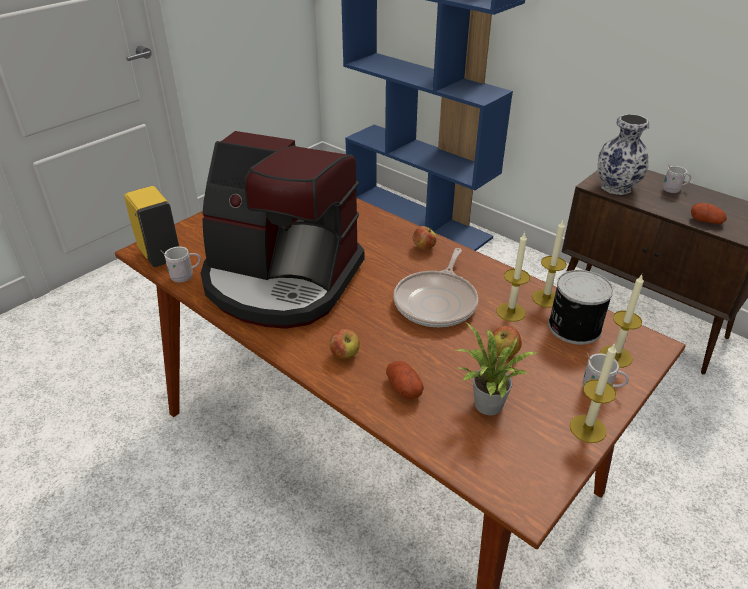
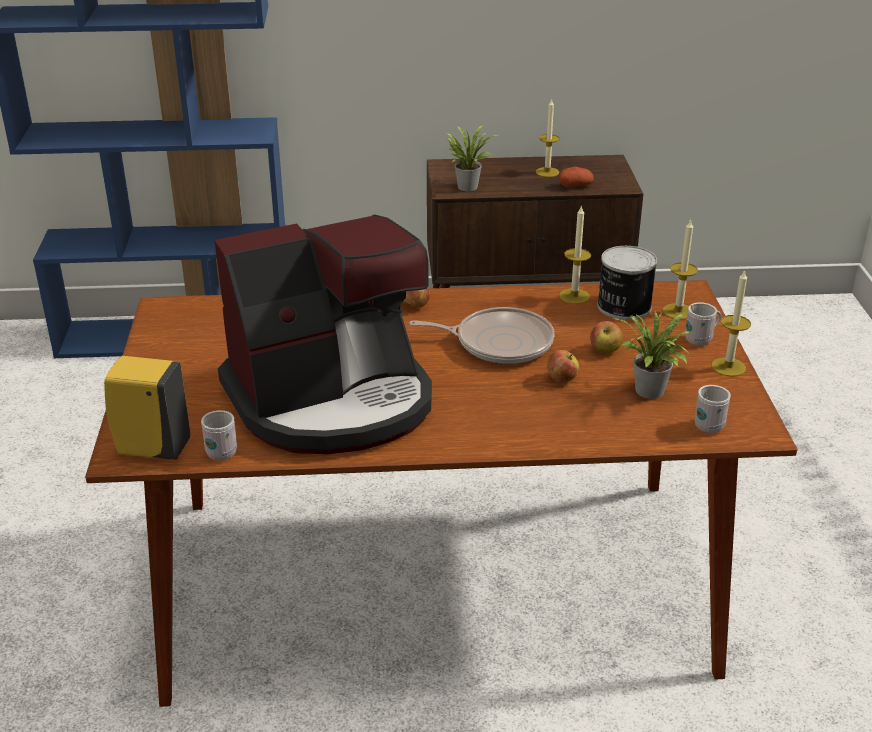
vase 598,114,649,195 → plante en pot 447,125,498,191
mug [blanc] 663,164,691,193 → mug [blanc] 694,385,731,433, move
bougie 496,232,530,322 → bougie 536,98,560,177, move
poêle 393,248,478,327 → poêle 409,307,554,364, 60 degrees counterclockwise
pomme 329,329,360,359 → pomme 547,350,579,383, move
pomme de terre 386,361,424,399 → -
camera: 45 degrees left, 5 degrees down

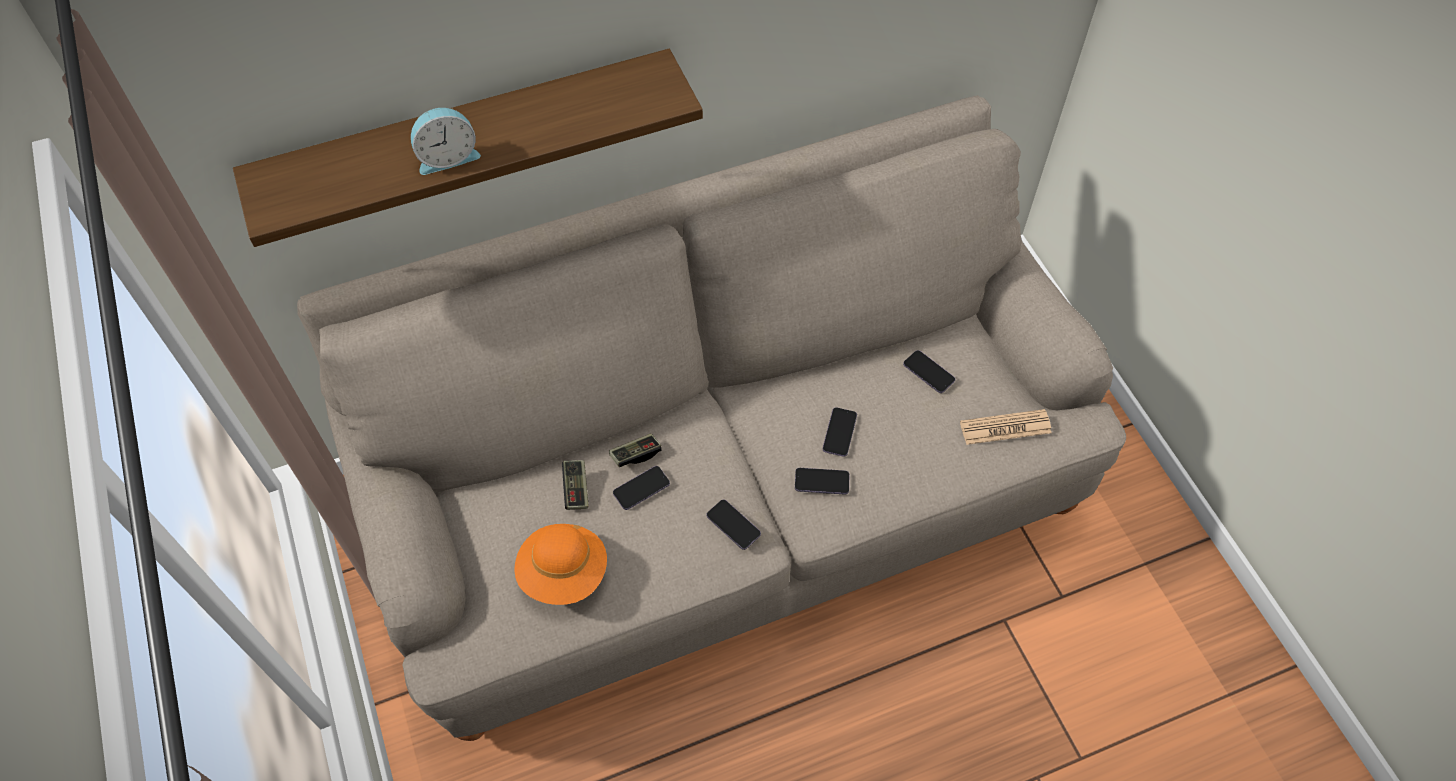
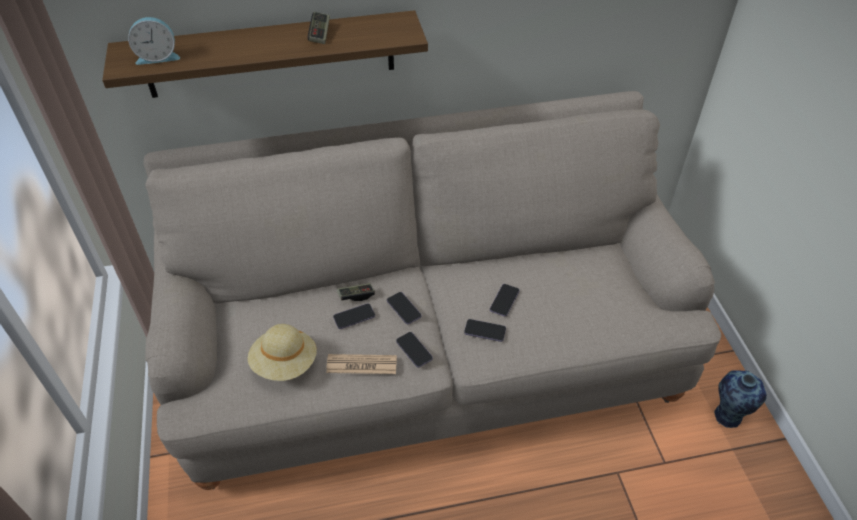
réveil 411,108,481,175 → réveil 128,17,180,65, move
téléphone 903,350,955,393 → téléphone 387,292,422,324, move
journal 960,409,1051,445 → journal 326,354,397,374, move
manette 562,460,589,510 → manette 308,12,330,44, move
chapeau [orange] 514,524,607,605 → chapeau [beige] 247,324,317,381
- → vase 714,370,767,428
camera: 10 degrees right, 10 degrees down

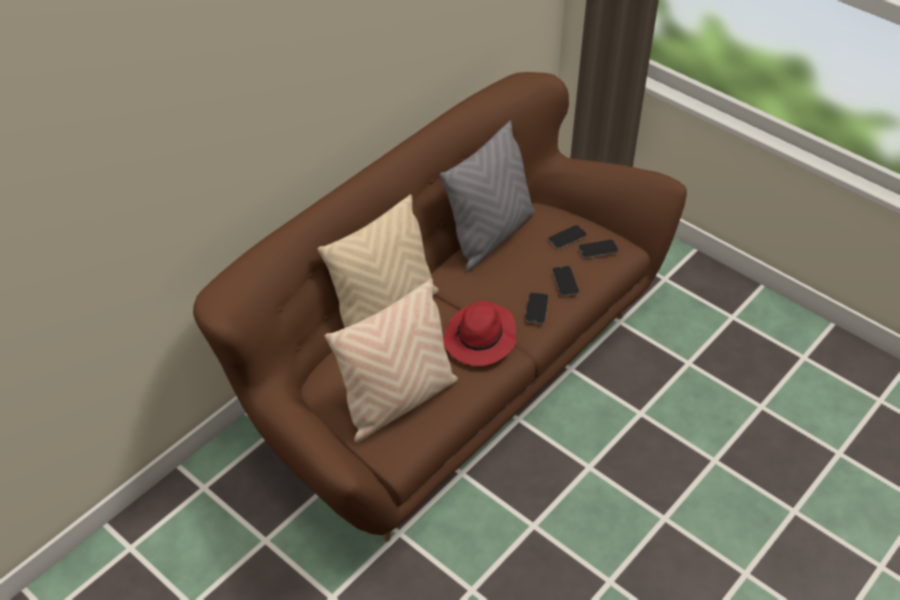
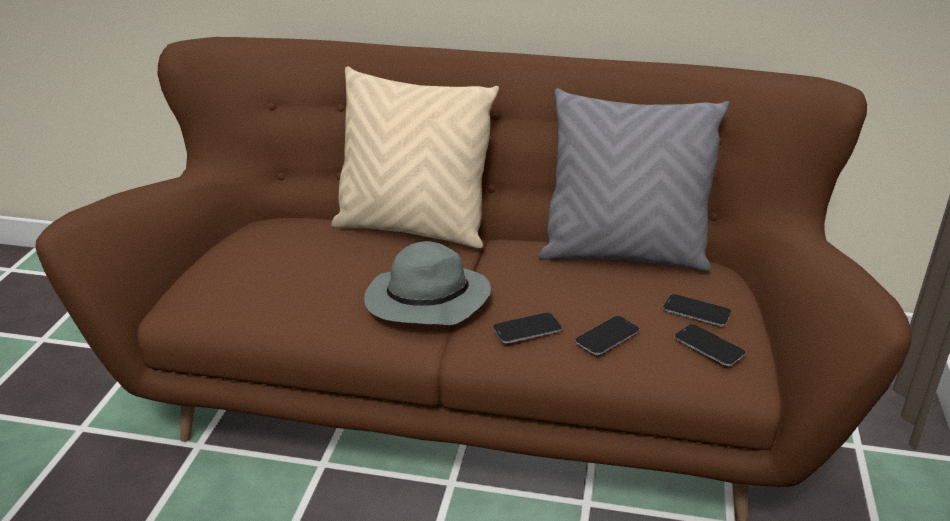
coussin [beige] 325,279,458,442 → -
chapeau [rouge] 443,301,517,366 → chapeau [gris] 364,241,491,325
camera: 60 degrees right, 15 degrees down

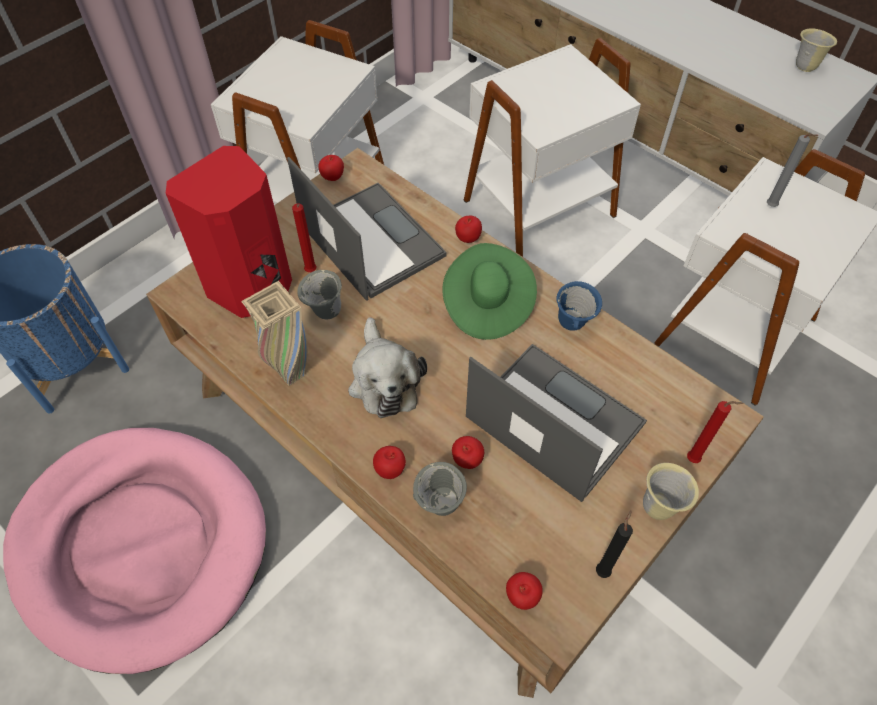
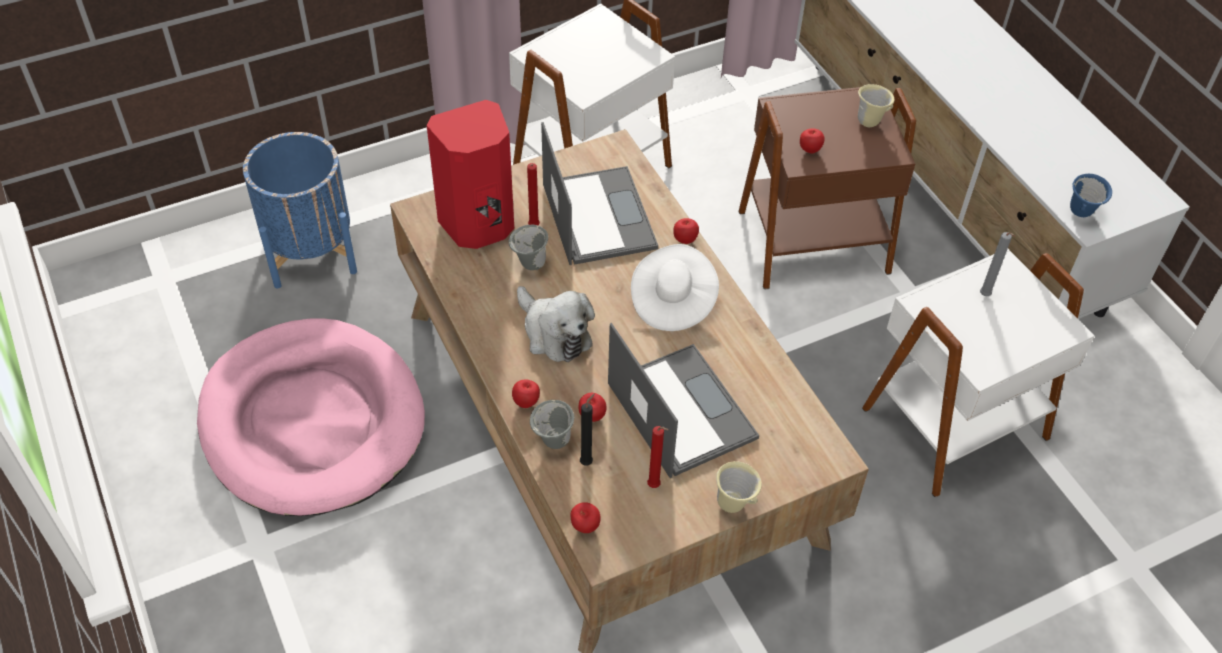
mug [beige] 796,29,837,72 → mug [beige] 858,84,894,127, move
table d'appoint [blanc] 464,38,641,257 → table d'appoint [marron] 738,87,916,289
pomme 319,155,344,181 → pomme 800,128,825,154, move
chapeau [vert] 442,243,537,340 → chapeau [blanc] 631,244,719,331
vase [beige] 241,281,307,386 → -
mug [bleu] 556,281,602,331 → mug [bleu] 1070,174,1112,217, move
peluche 348,317,427,418 → peluche 517,286,595,362, 45 degrees counterclockwise
bougie [rouge] 687,401,743,463 → bougie [rouge] 647,426,669,488, move
bougie [noir] 596,510,633,578 → bougie [noir] 580,393,595,465, move
camera: 20 degrees right, 5 degrees down

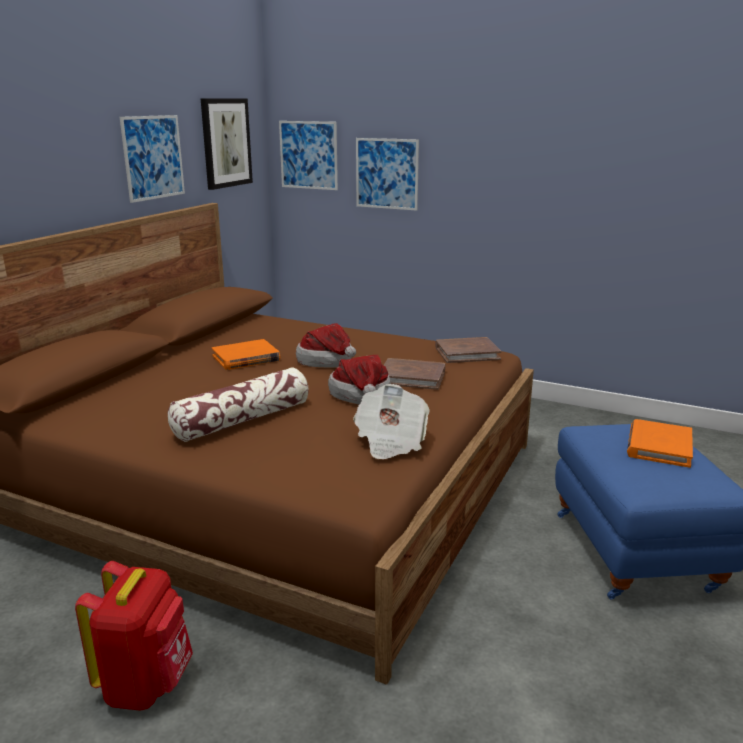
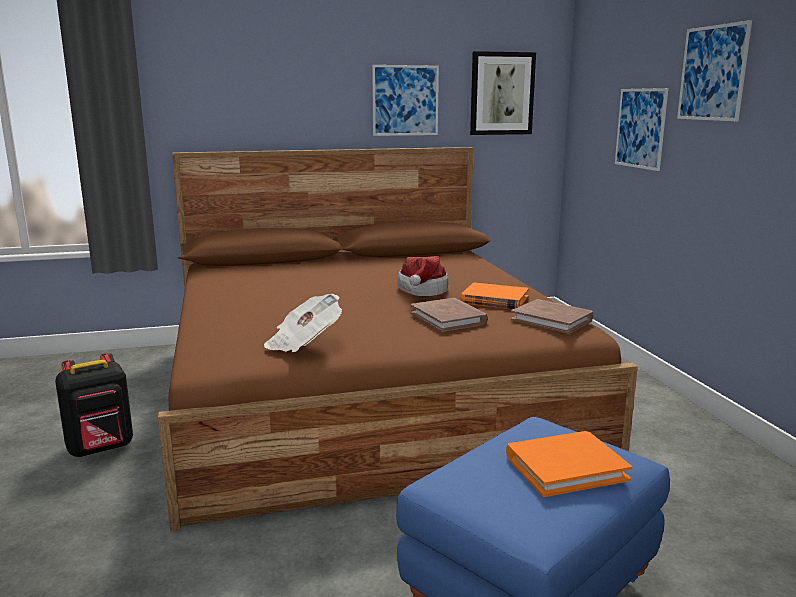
tableau 279,121,338,190 → tableau 677,20,752,121, move
livre [orange] 212,339,280,370 → livre [orange] 461,282,529,309, move
chapeau 328,355,391,405 → -
coussin 168,367,309,442 → -
sac à dos [rouge] 75,561,193,711 → sac à dos [noir] 55,353,133,457
camera: 50 degrees right, 5 degrees down

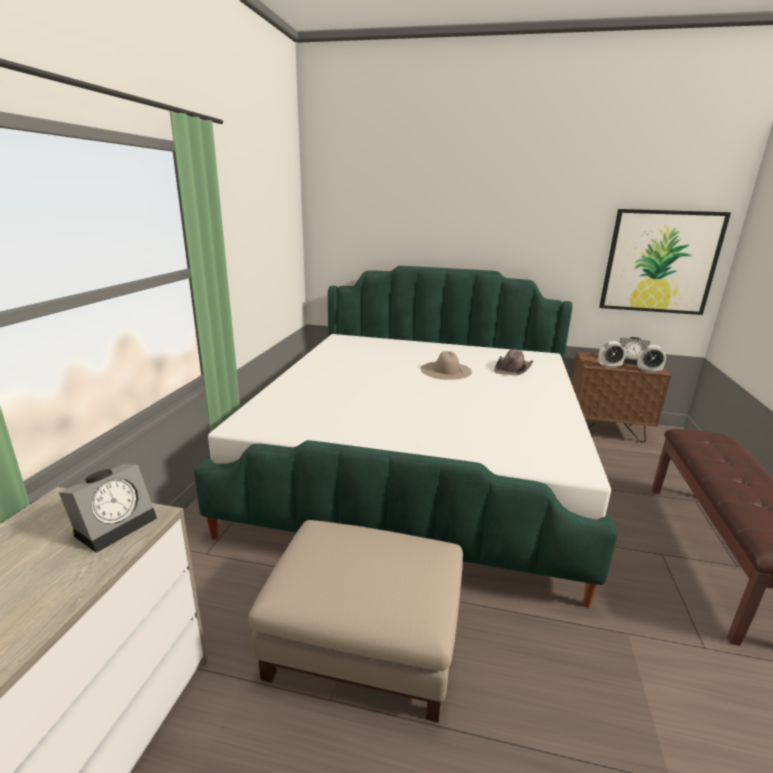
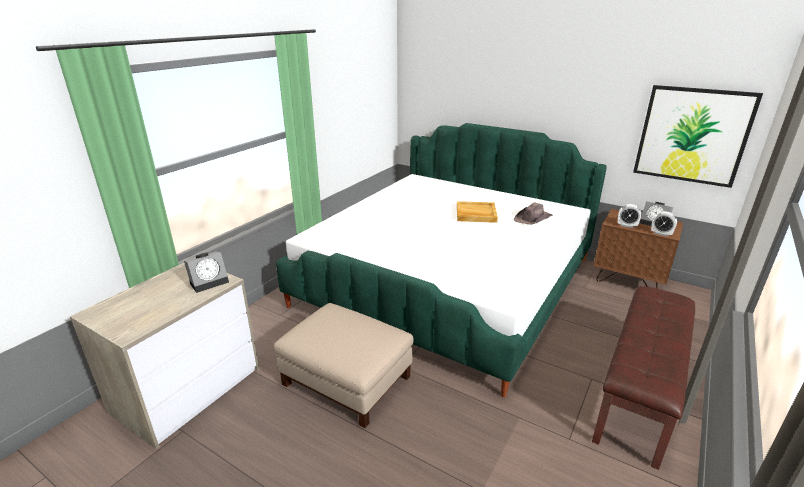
chapeau [beige] 421,351,472,380 → plateau [beige] 457,201,498,223
camera: 20 degrees right, 5 degrees up

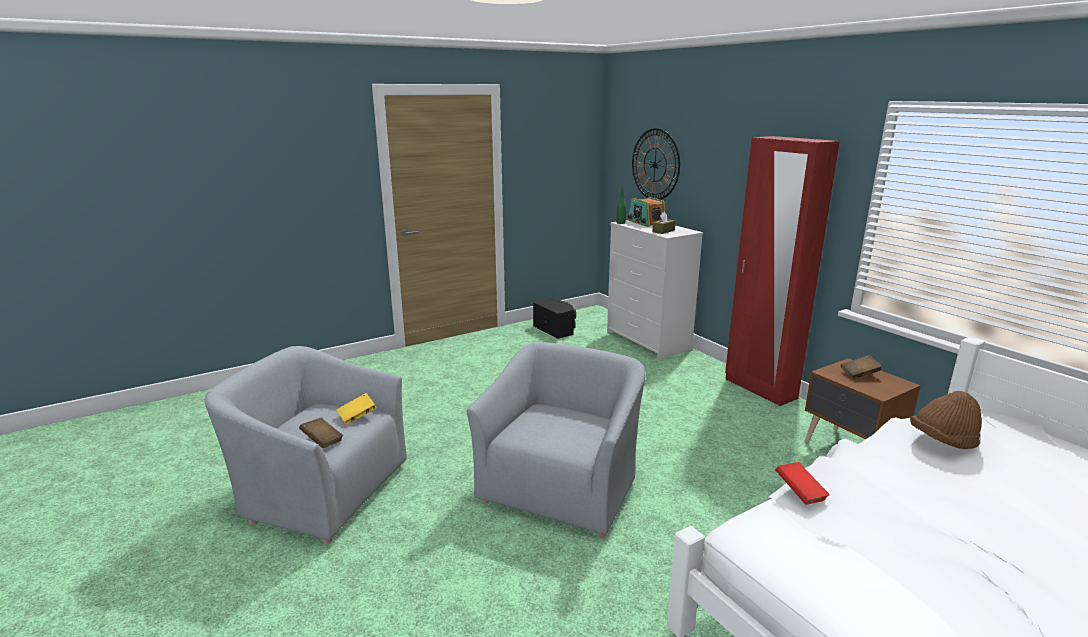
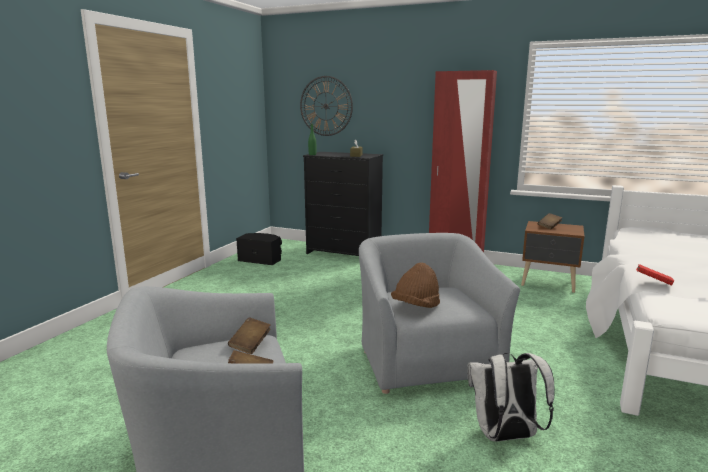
radio 628,197,665,227 → -
commode [blanc] 607,220,703,360 → commode [noir] 303,152,383,256
chapeau [marron] 910,391,982,449 → chapeau [marron] 391,263,440,308, move
livre [jaune] 336,393,376,425 → livre [marron] 228,317,271,354
- → sac à dos [blanc] 467,353,555,442
camera: 35 degrees left, 5 degrees down

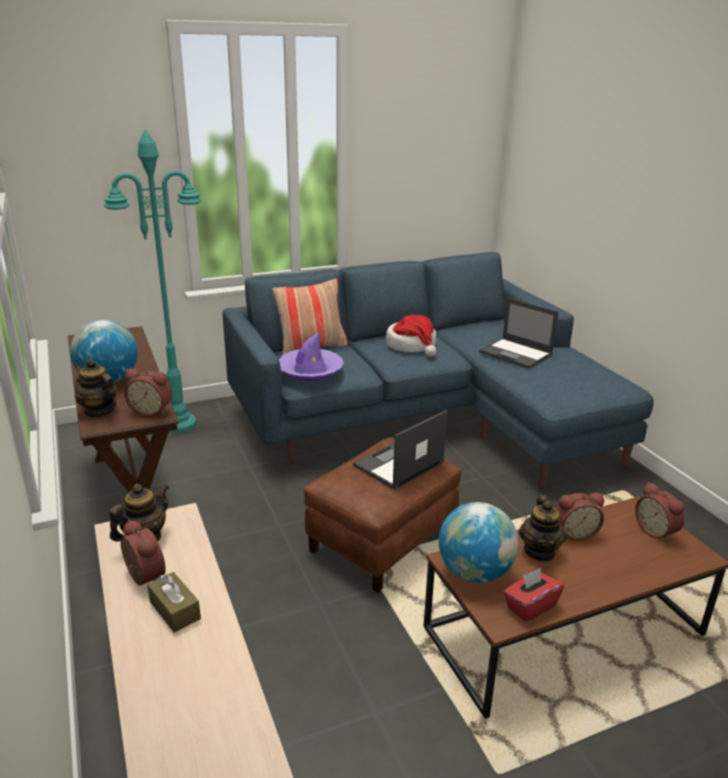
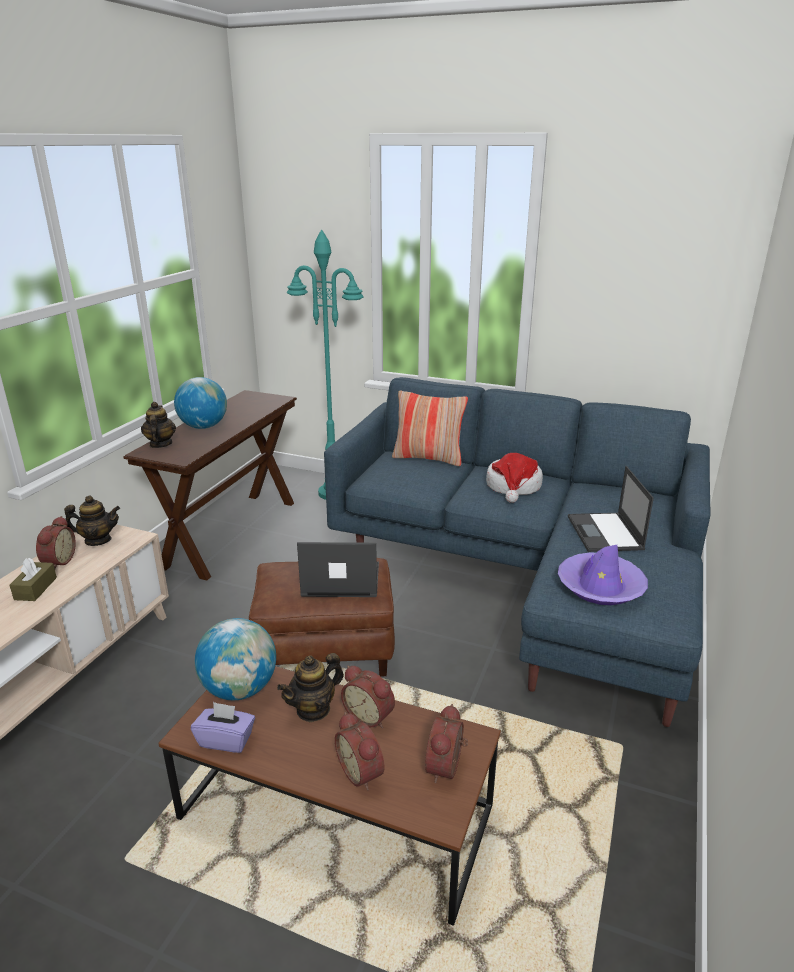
chapeau [violet] 279,333,344,381 → chapeau [violet] 558,545,648,605, move
réveil 124,369,172,417 → réveil 335,712,385,791, move
boîte à mouchoirs [rouge] 504,568,564,622 → boîte à mouchoirs [violet] 191,702,255,753
camera: 45 degrees right, 0 degrees up

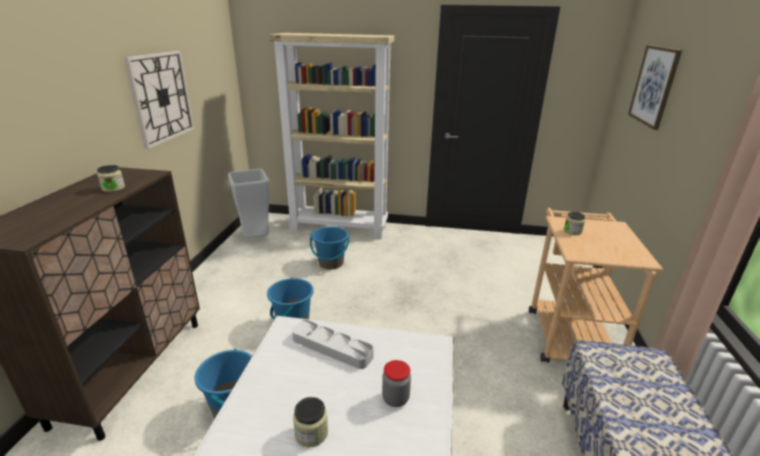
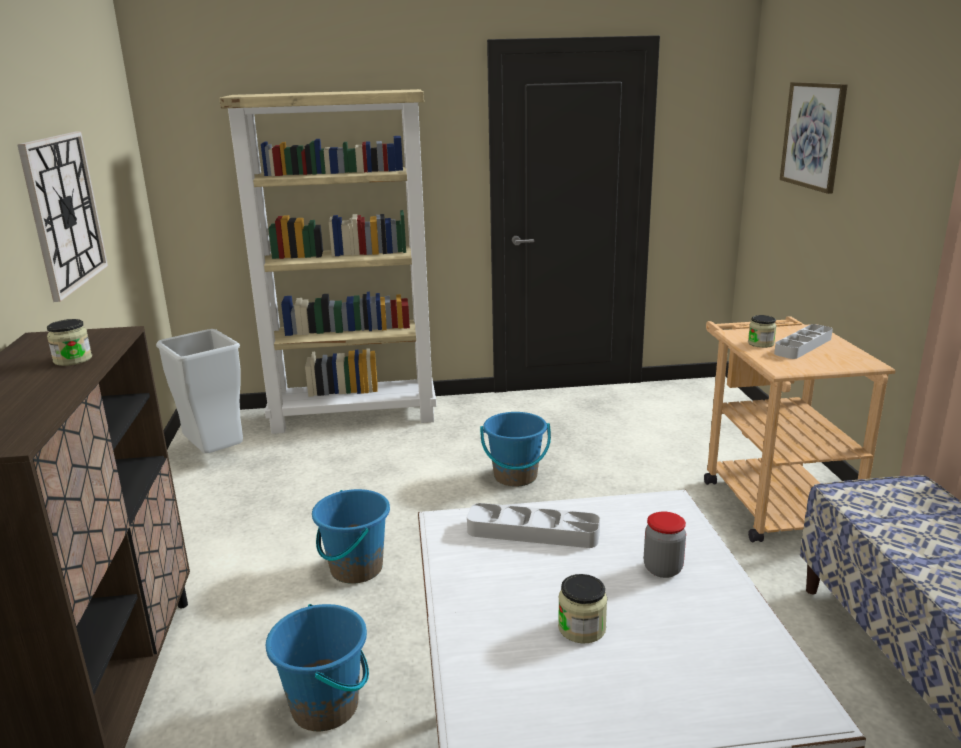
seau [bleu] 310,226,350,269 → seau [bleu] 480,412,551,487, move
- → plateau [gris] 774,324,833,359
camera: 15 degrees left, 5 degrees down

